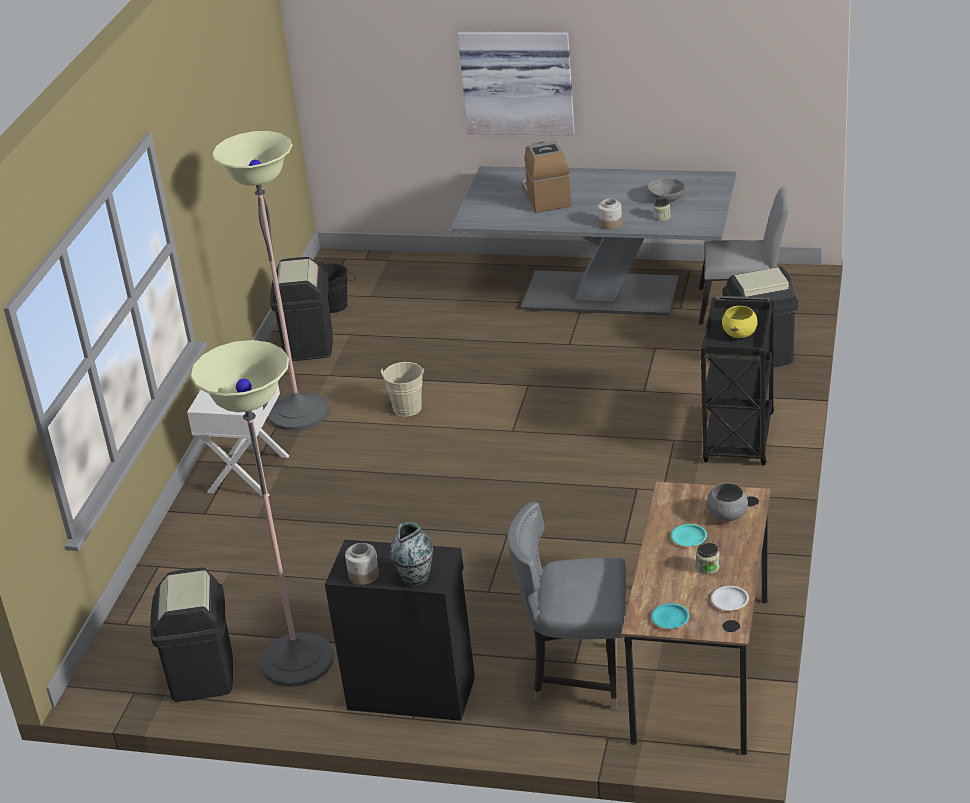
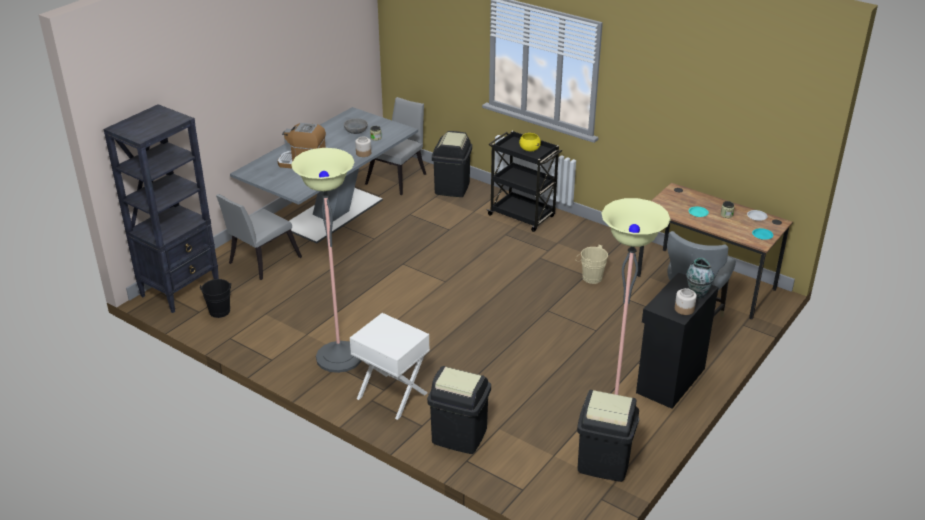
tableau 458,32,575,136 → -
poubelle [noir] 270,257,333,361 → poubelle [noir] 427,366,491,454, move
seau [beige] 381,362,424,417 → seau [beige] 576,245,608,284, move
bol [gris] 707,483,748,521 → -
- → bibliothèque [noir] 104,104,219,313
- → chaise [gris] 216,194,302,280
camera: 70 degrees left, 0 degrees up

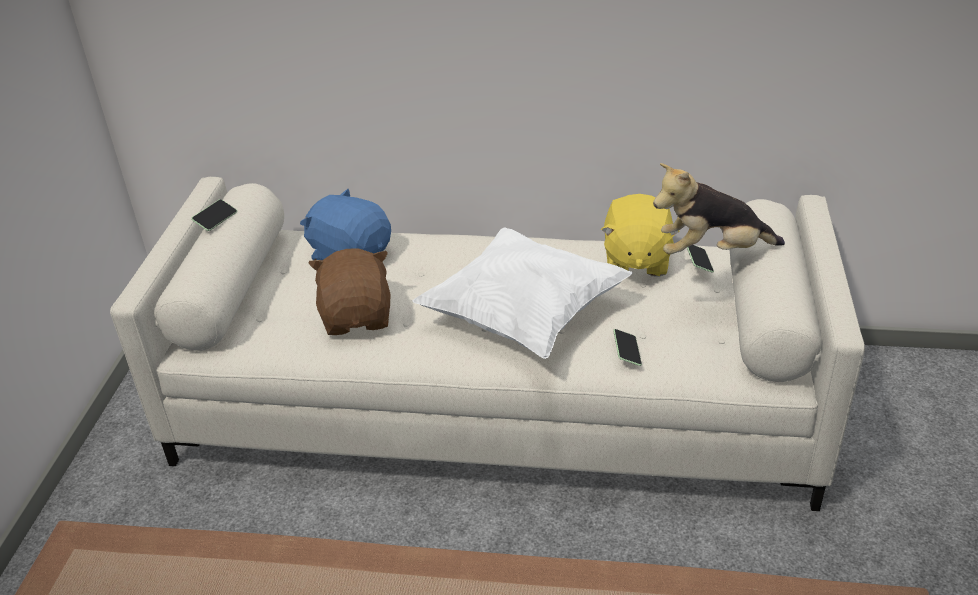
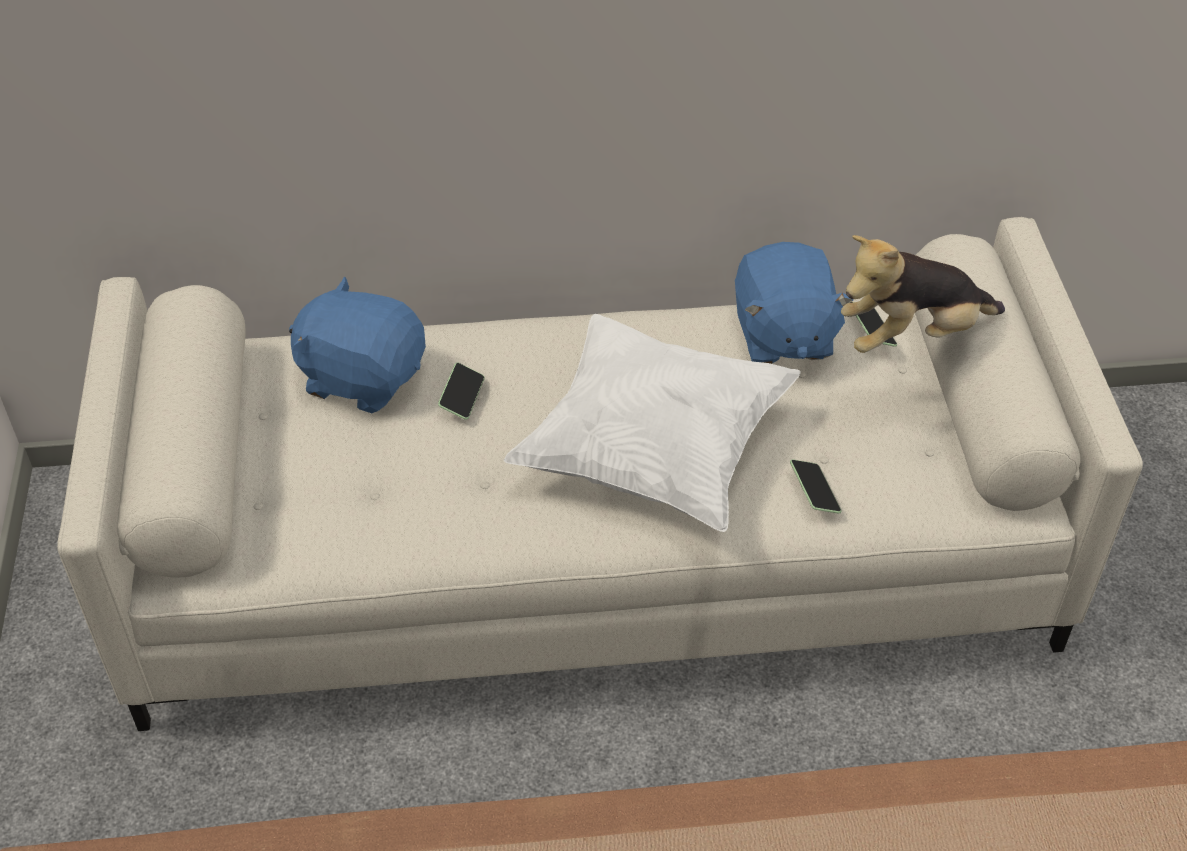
peluche [jaune] 601,194,680,277 → peluche [bleu] 735,242,853,364
téléphone 191,199,237,231 → téléphone 438,362,485,420, move
peluche [marron] 308,249,390,335 → -
camera: 15 degrees left, 10 degrees up

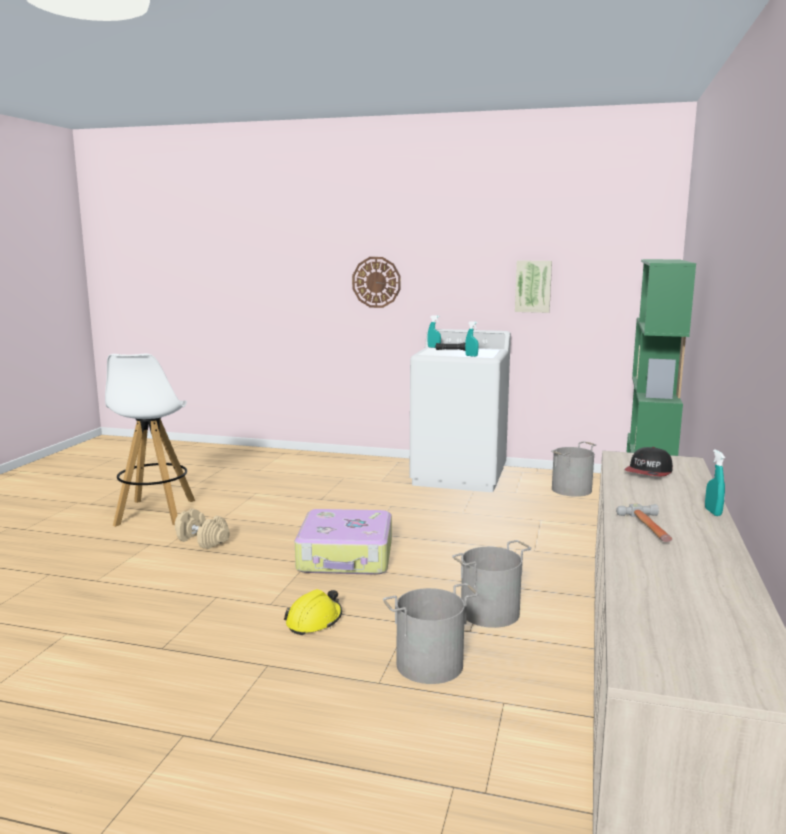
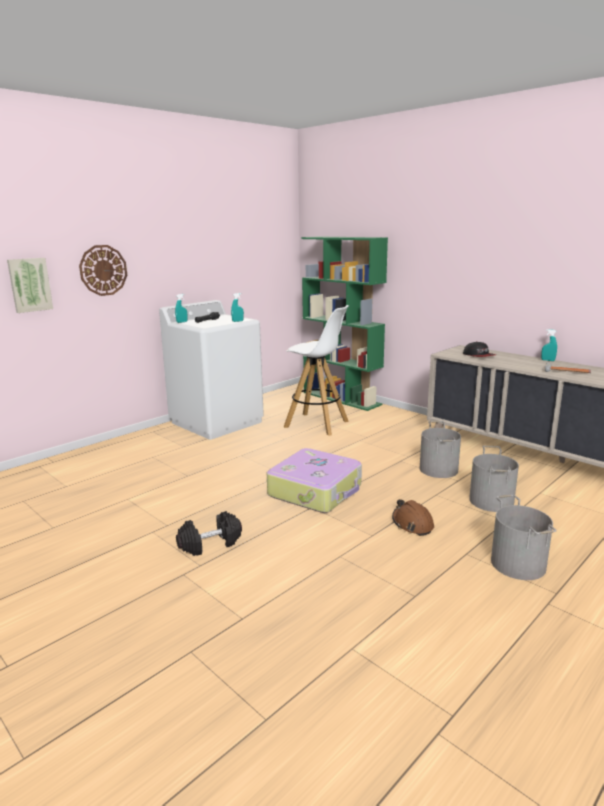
tableau 515,261,552,313 → tableau 7,258,53,313, move
tabouret [blanc] 105,353,195,527 → tabouret [blanc] 284,305,349,436, move
seau [gris] 551,441,596,497 → seau [gris] 491,495,557,580, move
haltère [beige] 175,508,229,549 → haltère [noir] 176,511,242,556
casque de chantier [jaune] 284,589,342,635 → casque de chantier [marron] 392,499,434,536
camera: 60 degrees left, 5 degrees up

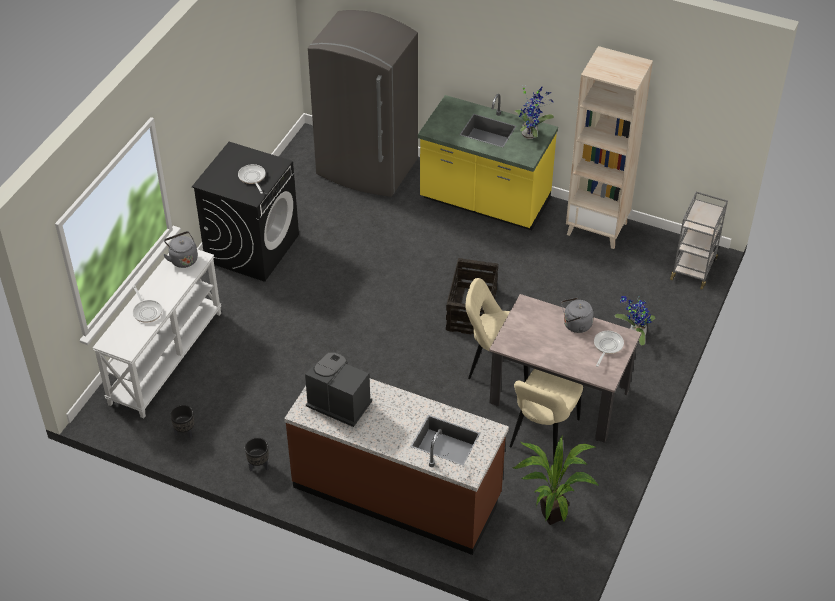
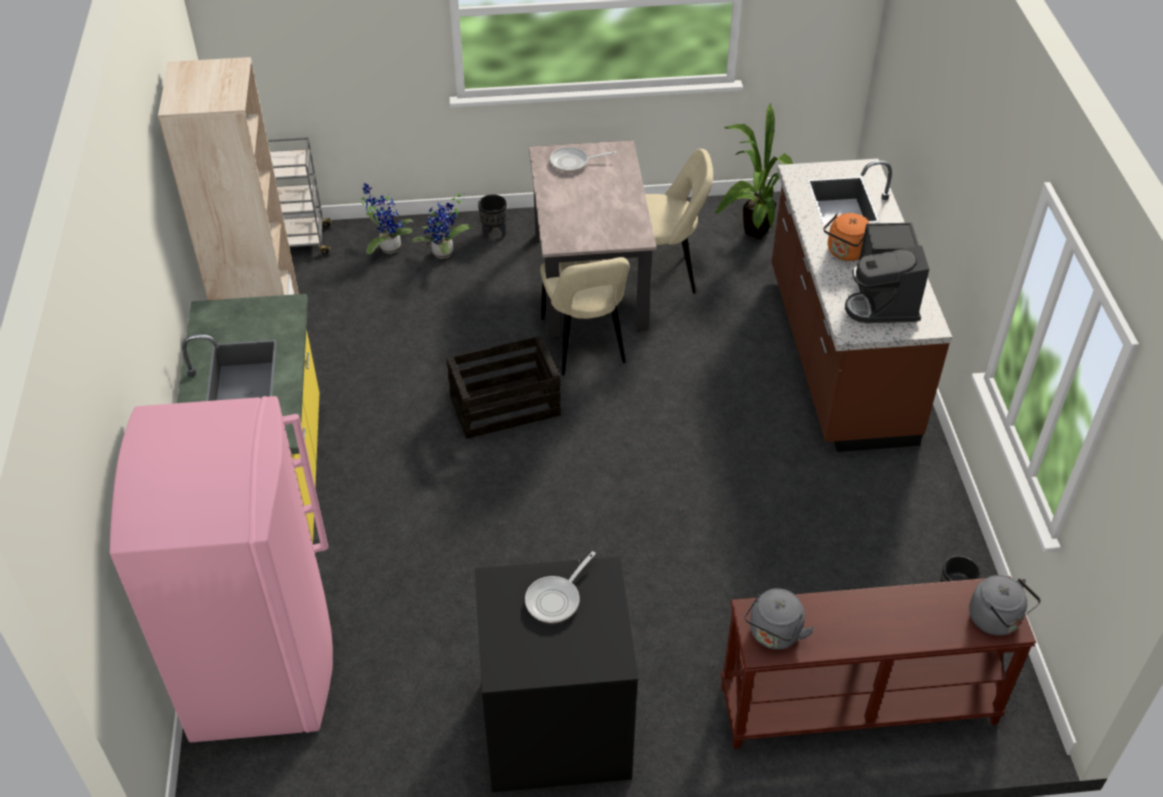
réfrigérateur [gris] 308,10,418,197 → réfrigérateur [rose] 109,396,333,742
plante en pot 515,85,554,139 → plante en pot 362,183,413,255, move
table console [blanc] 93,249,221,418 → table console [marron] 721,576,1036,749
poêle 133,285,162,323 → -
bouilloire [gris] 561,297,594,333 → bouilloire [gris] 969,575,1041,636, move
cache-pot [noir] 245,438,269,471 → cache-pot [noir] 478,194,507,238, move
- → bouilloire [orange] 824,213,869,261
camera: 120 degrees left, 0 degrees up

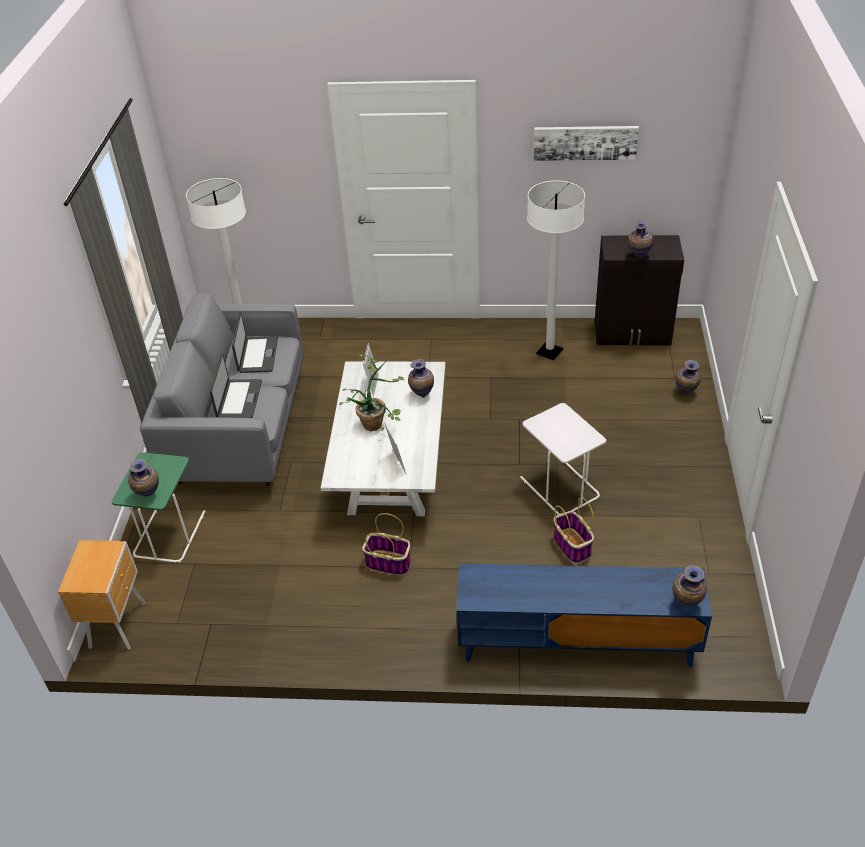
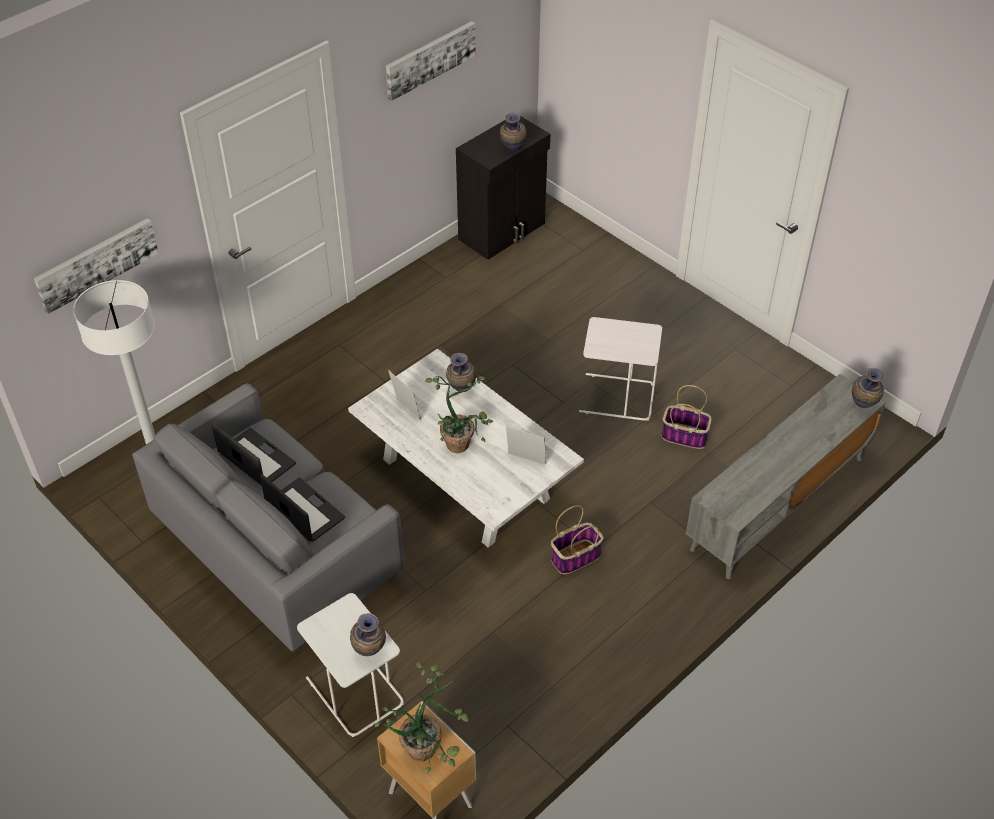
lampadaire [blanc] 527,180,585,360 → -
vase 676,360,701,393 → -
table d'appoint [vert] 112,452,205,563 → table d'appoint [blanc] 297,593,404,737
meuble télé [bleu] 457,564,712,667 → meuble télé [gris] 686,374,886,579
- → tableau 34,218,159,314
- → plante en pot 375,662,469,773
camera: 50 degrees left, 5 degrees up

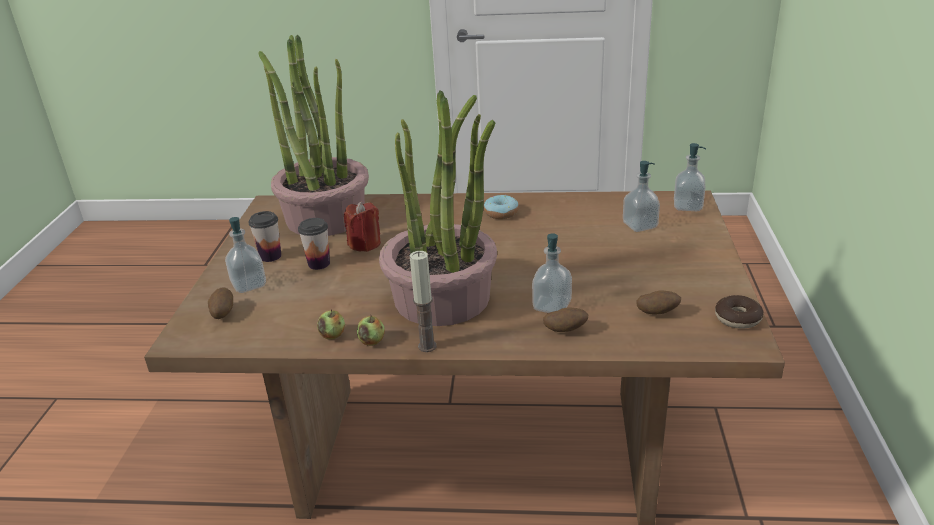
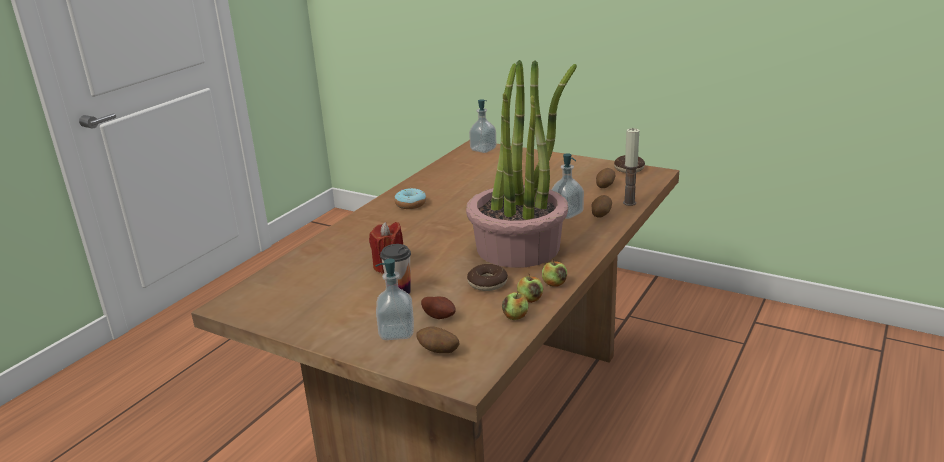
plante en pot 258,35,369,236 → -
distributeur de savon 623,161,660,232 → -
tasse 249,211,281,262 → -
bougie 410,251,436,352 → bougie 623,128,639,206, move
- → beignet 467,264,508,291
- → pomme 502,292,529,320
- → pomme de terre 421,296,456,319
camera: 65 degrees left, 5 degrees down

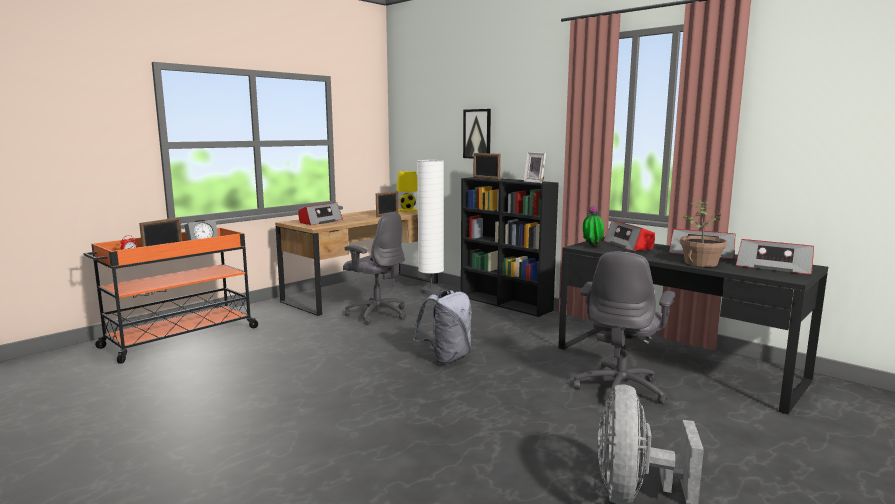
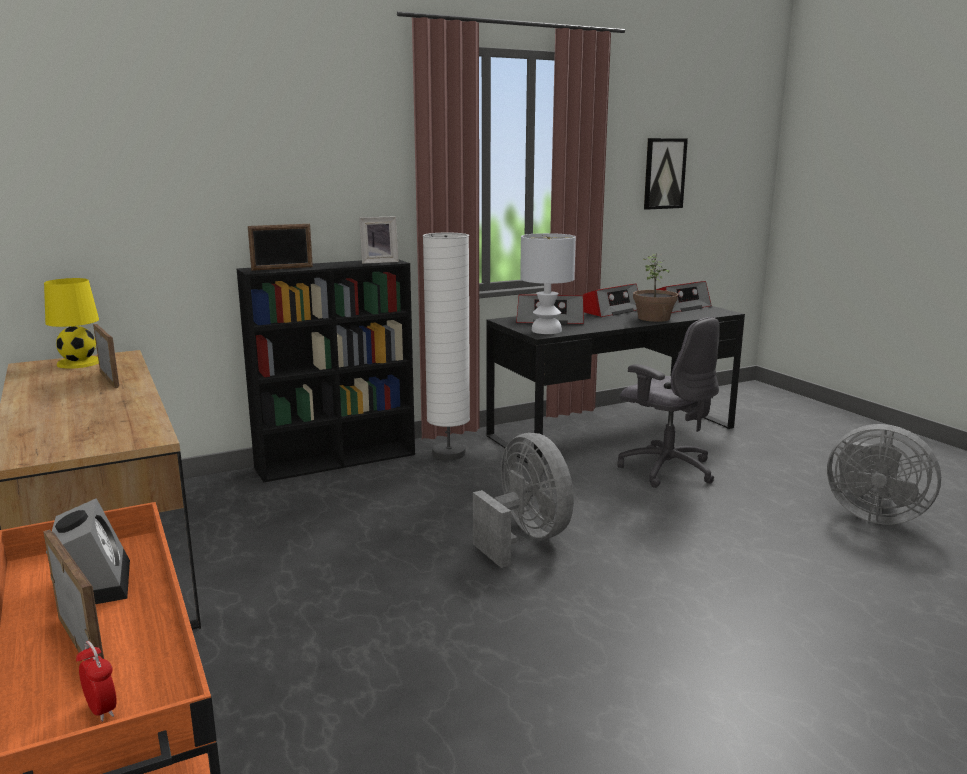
tableau 463,109,491,159 → tableau 644,138,688,210, move
lampadaire [blanc] 417,160,444,294 → lampadaire [blanc] 423,233,470,460, move
radio 298,202,343,225 → -
plante en pot 583,206,604,247 → lampe de table [blanc] 520,233,576,334
chaise de bureau [gris] 343,213,406,325 → -
sac à dos [gris] 413,290,472,364 → ventilateur [gris] 473,433,574,568
camera: 70 degrees left, 5 degrees up

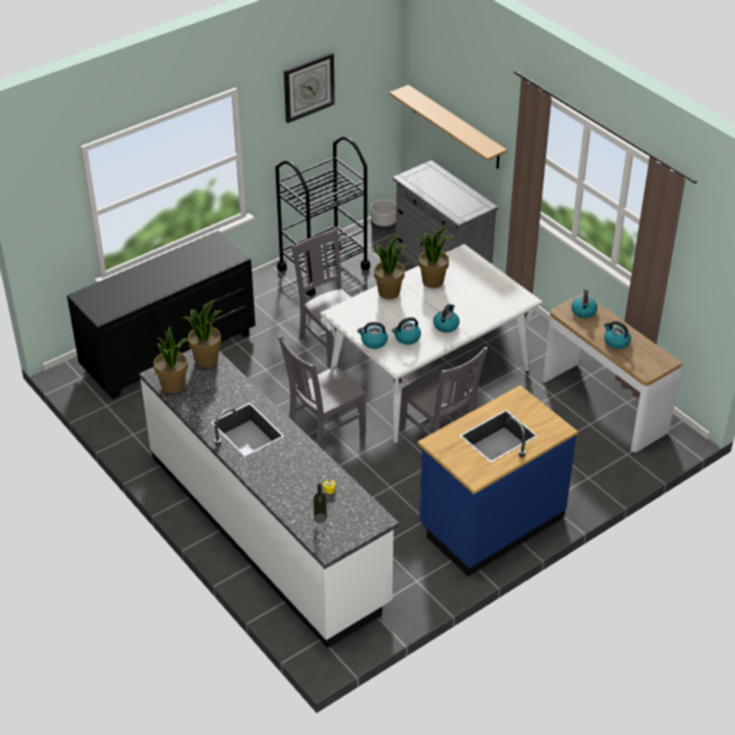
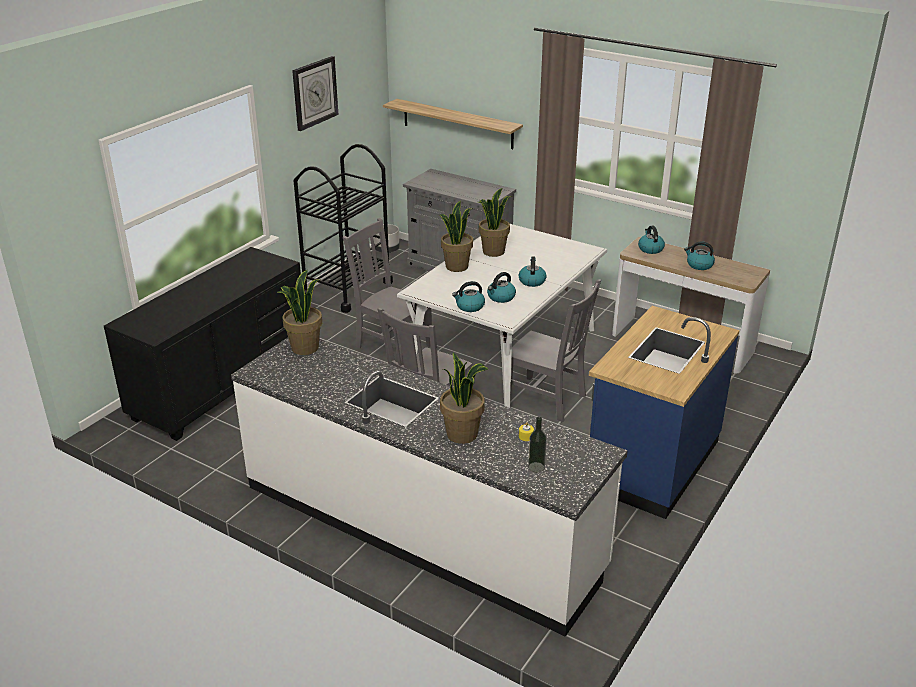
plante en pot 154,327,190,394 → plante en pot 440,352,488,444, move
camera: 20 degrees left, 10 degrees down

